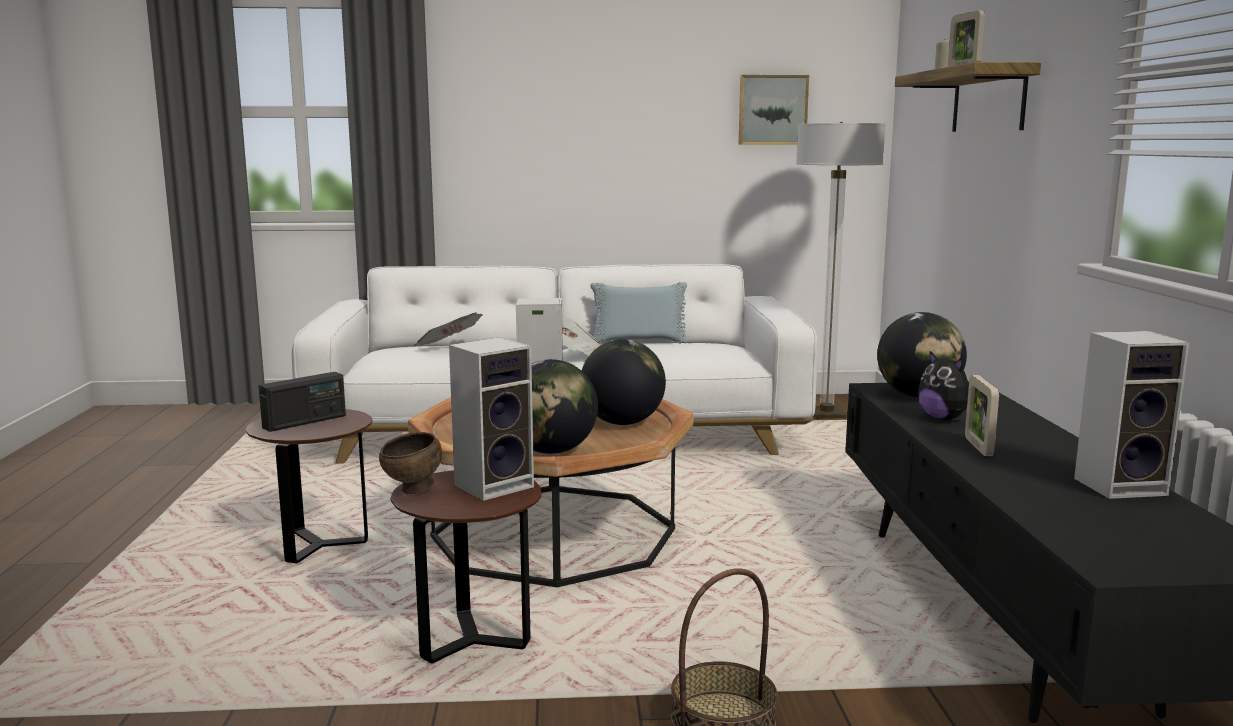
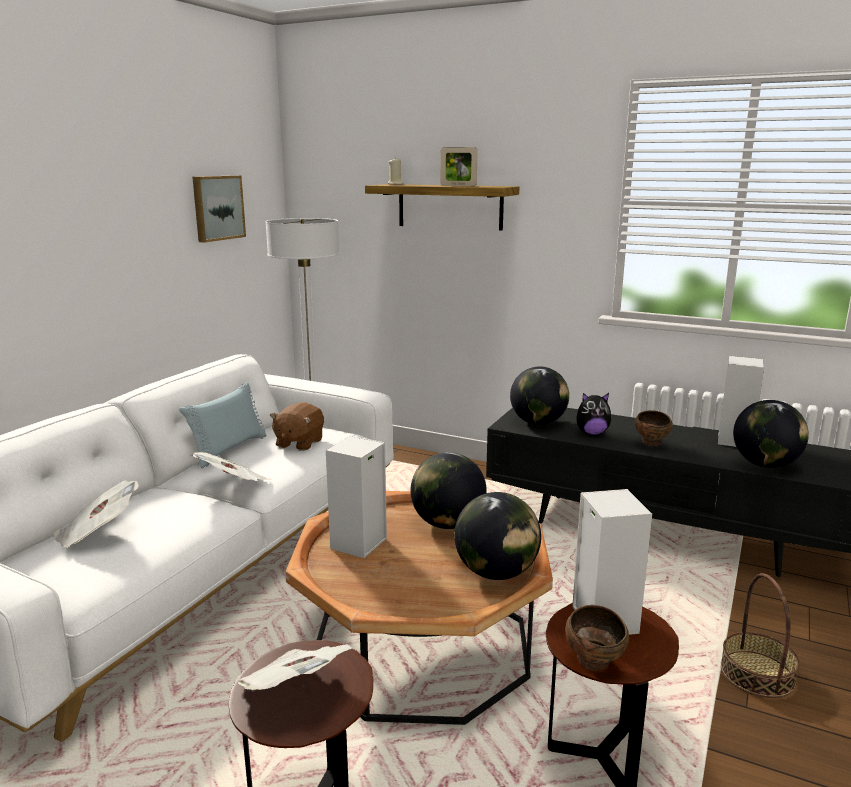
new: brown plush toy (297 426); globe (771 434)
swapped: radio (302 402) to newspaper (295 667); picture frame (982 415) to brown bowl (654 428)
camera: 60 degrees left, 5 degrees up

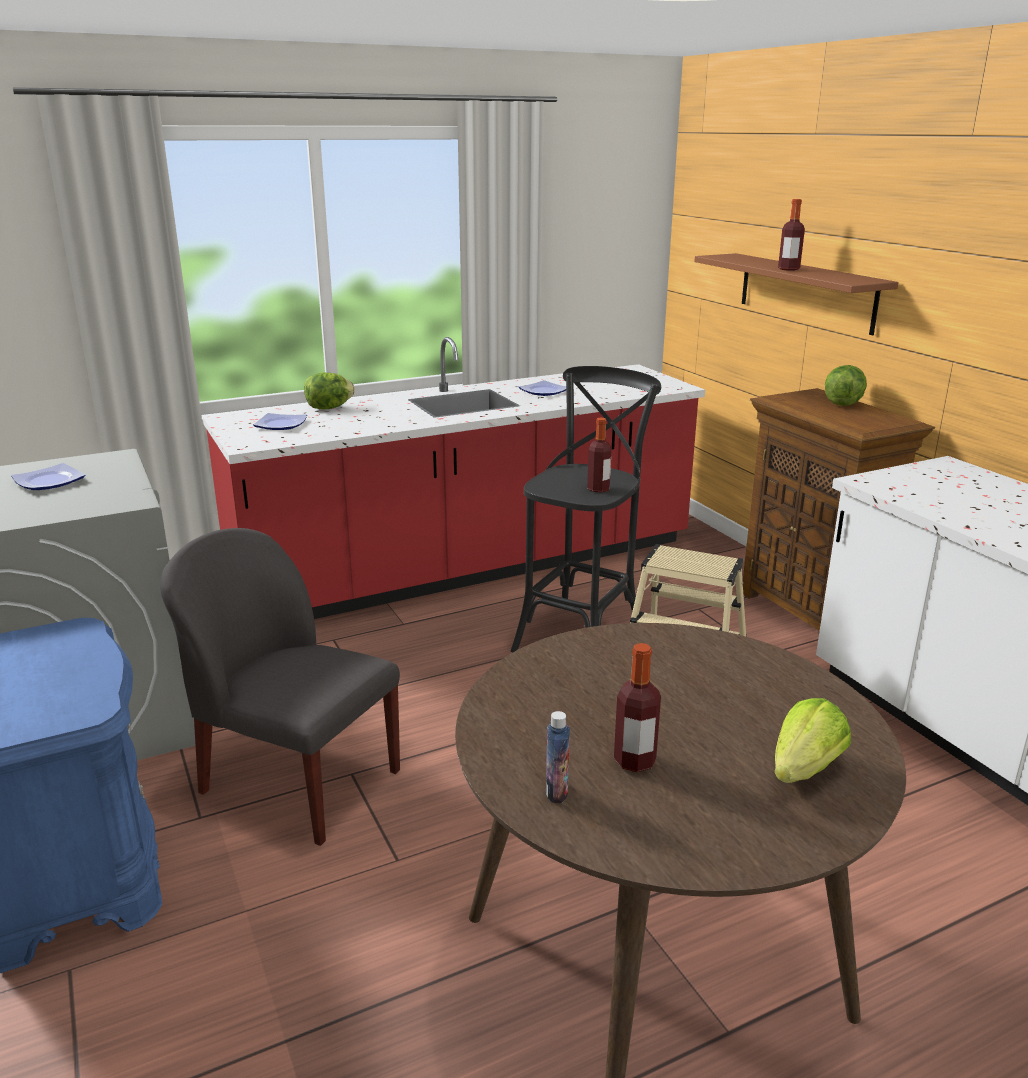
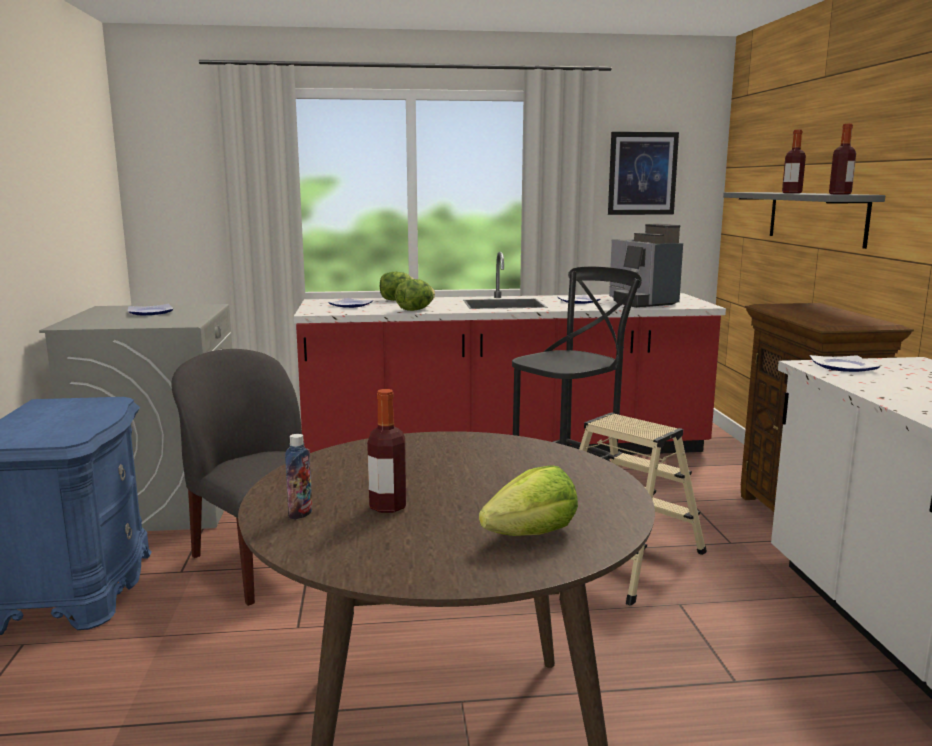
new: picture (643 173); coffee machine (646 265); plate (845 363)
shifted: bottle (599 455) to (842 159); lettuce (846 385) to (415 295)
repainted: brown shelf (796 294) to grey shelf (804 220)
camera: 20 degrees right, 10 degrees down

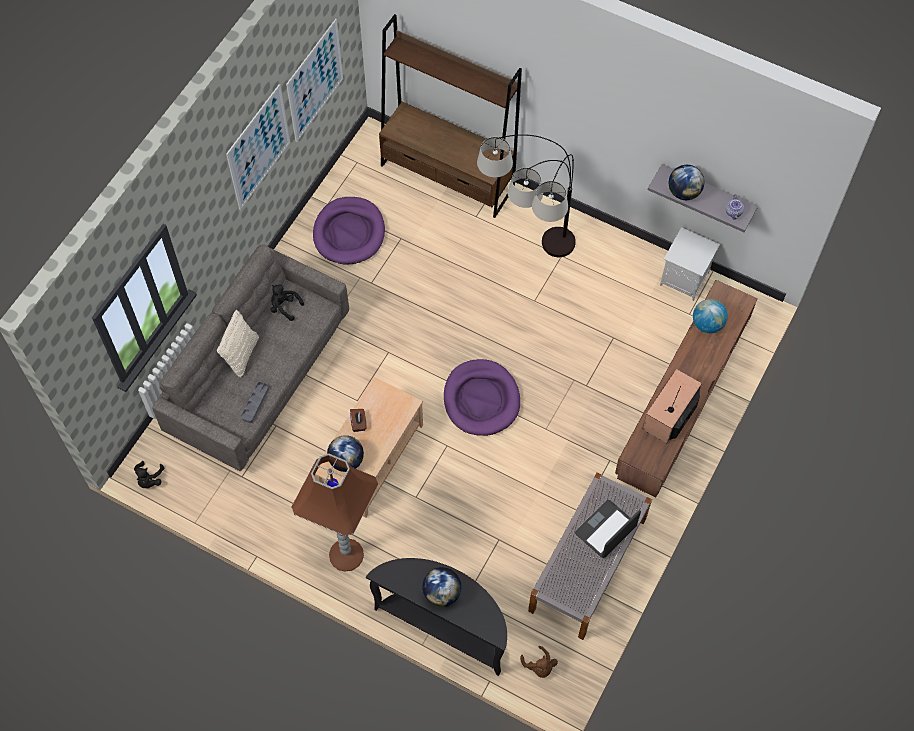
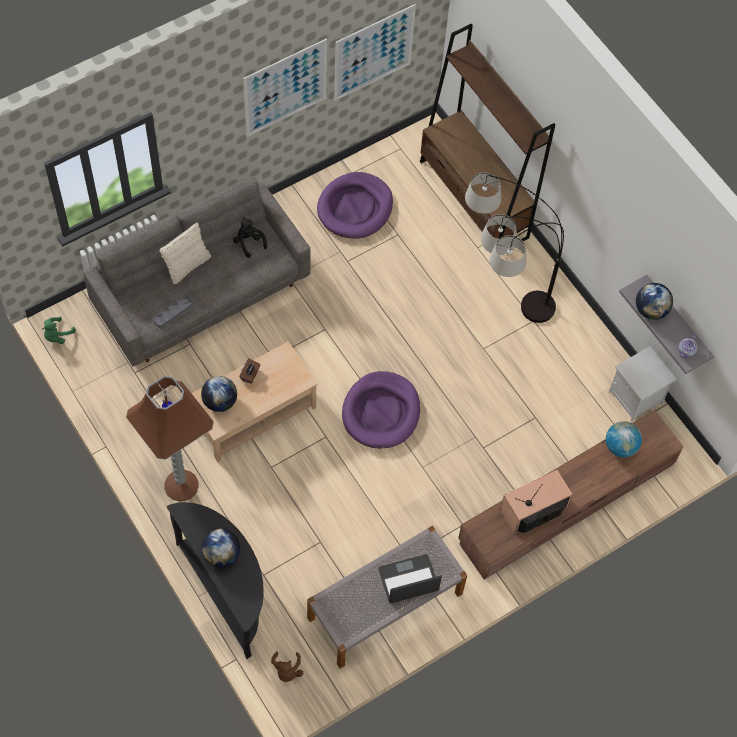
repainted: black plush toy (149 474) to green plush toy (59 330)
camera: 25 degrees right, 0 degrees up

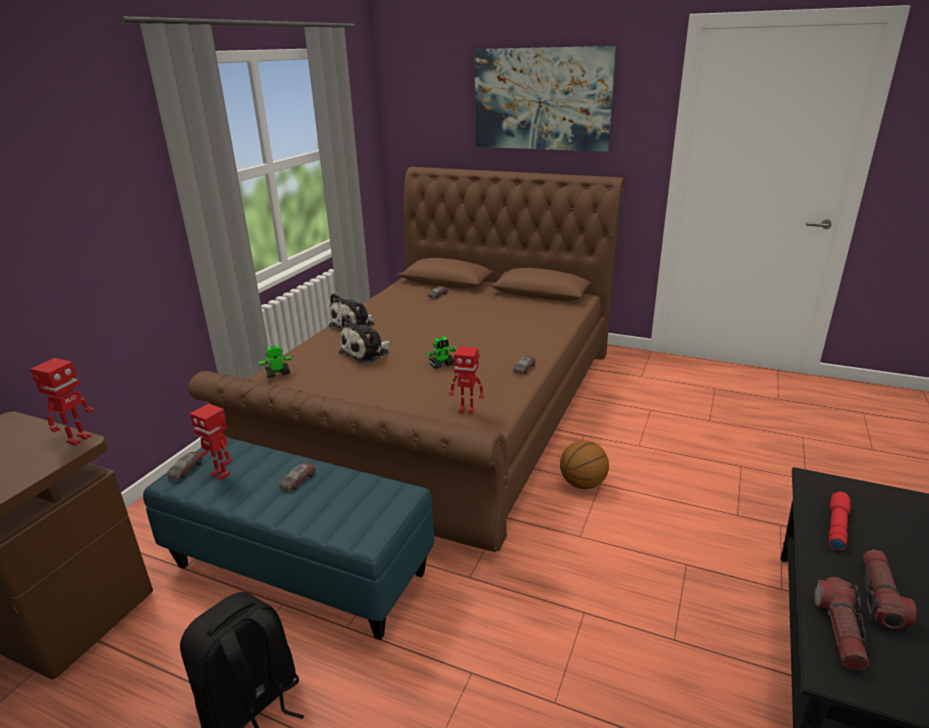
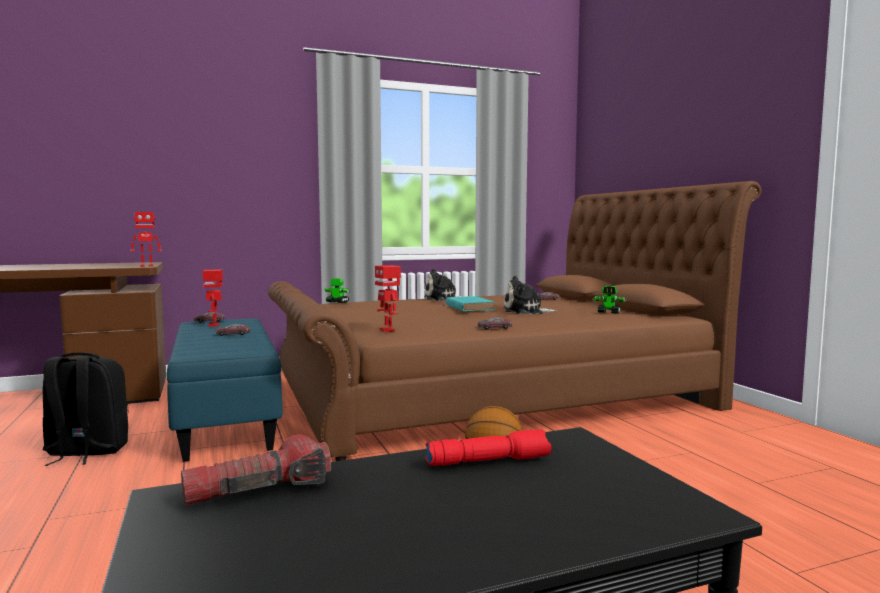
gone: picture (545 99); flashlight (889 589)
new: turquoise book (470 303)
shifted: plush toy (365 340) to (530 295); toy robot (441 353) to (610 300)
camera: 45 degrees right, 20 degrees down

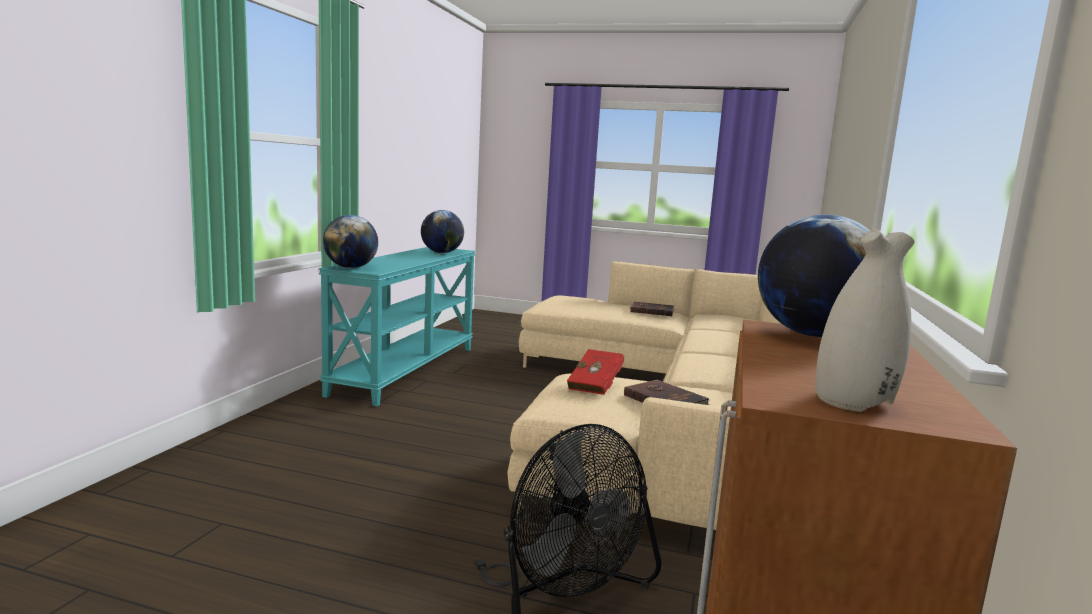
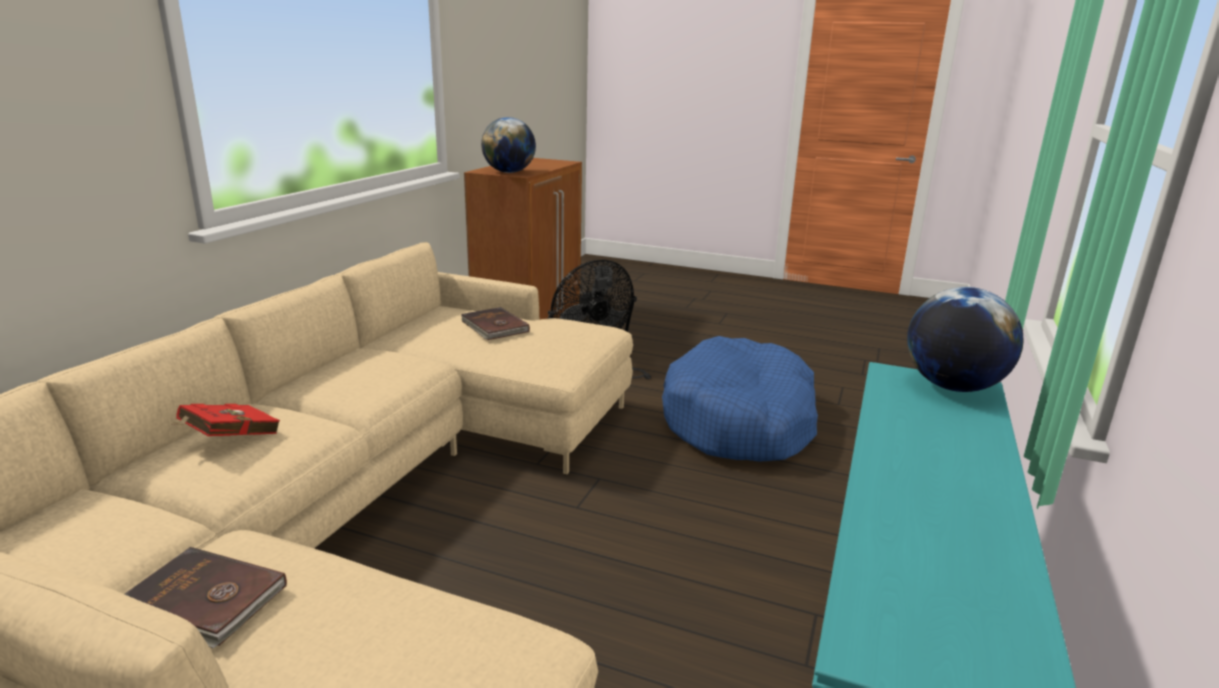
gone: globe (442 231); white vase (865 320)
new: blue dog bed (740 399)
shifted: red book (595 372) to (226 420)
camera: 175 degrees left, 10 degrees up

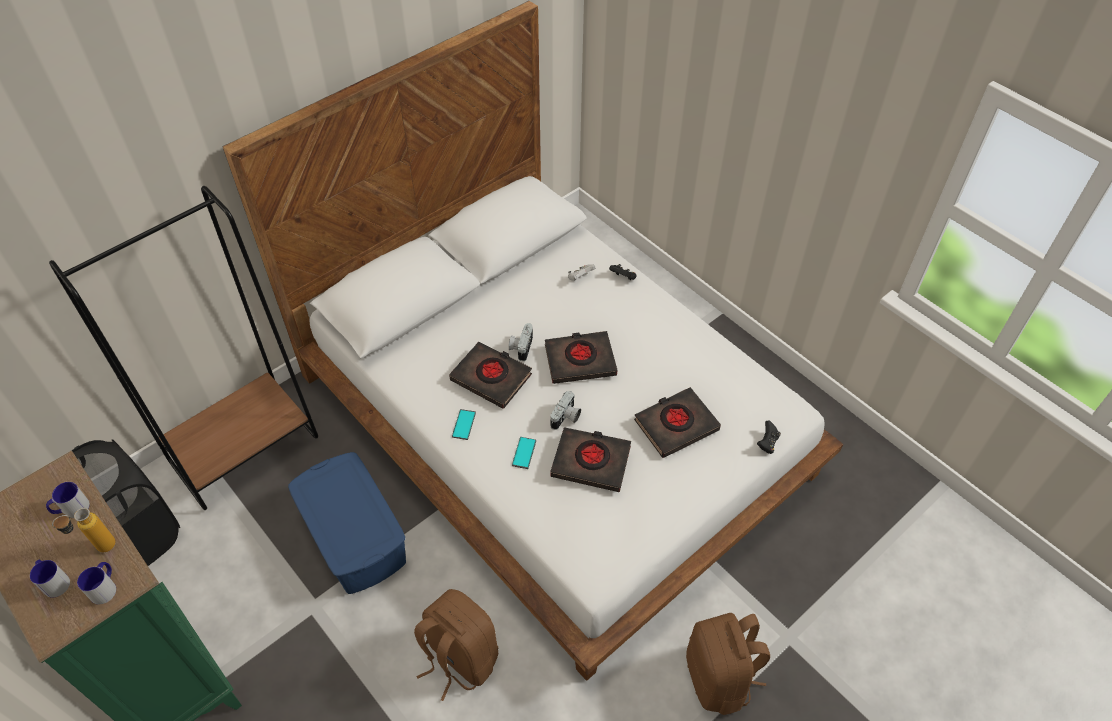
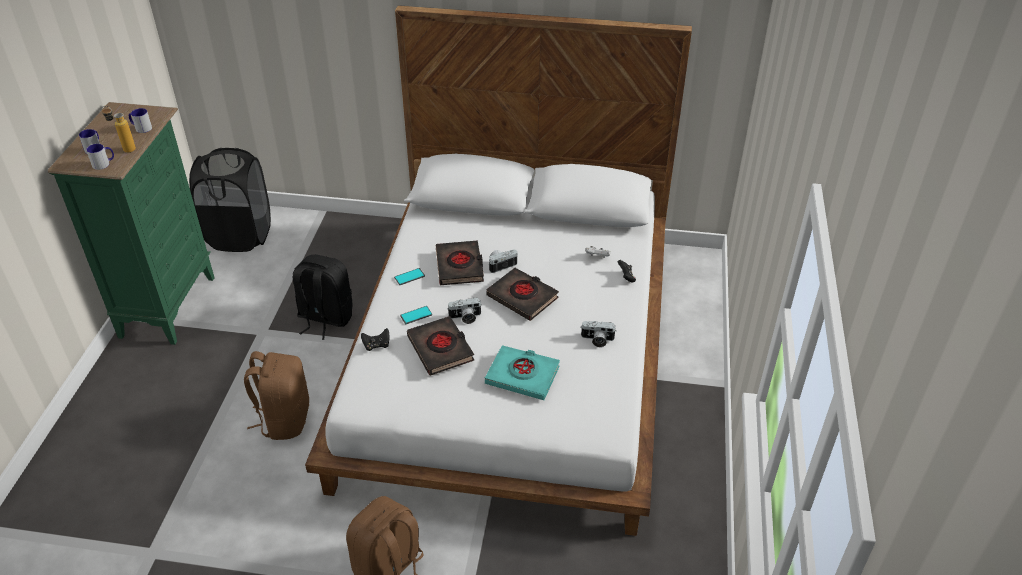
gone: clothes rack (183 348)
new: photo camera (598 334)
shifted: black game controller (769 437) to (375 339)
swapped: blue storage box (347 523) to black backpack (322 297)
repainted: black book (677 422) to turquoise book (522 372)
camera: 50 degrees right, 10 degrees down

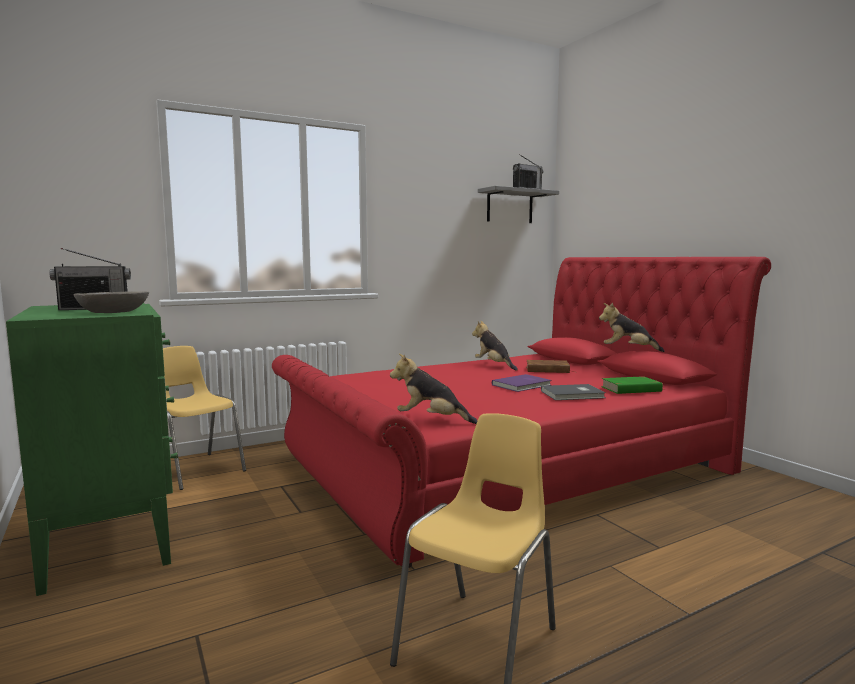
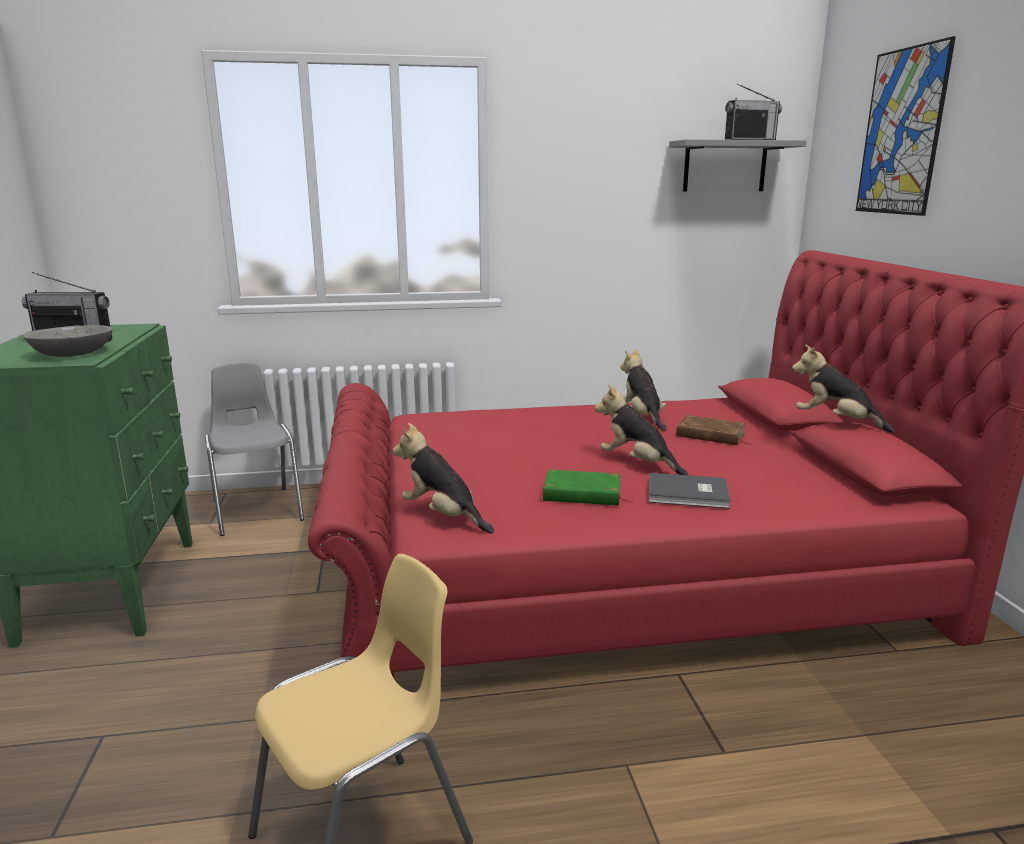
new: picture (906 126)
shifted: green book (633 385) to (588 488)
swapped: purple book (522 383) to plush toy (641 429)
repainted: yellow chair (204 418) to grey chair (254 449)
camera: 20 degrees right, 10 degrees up

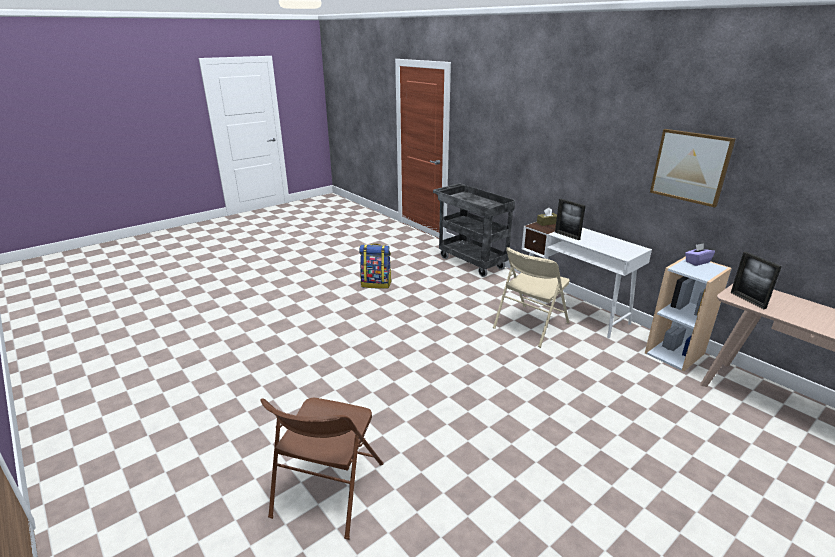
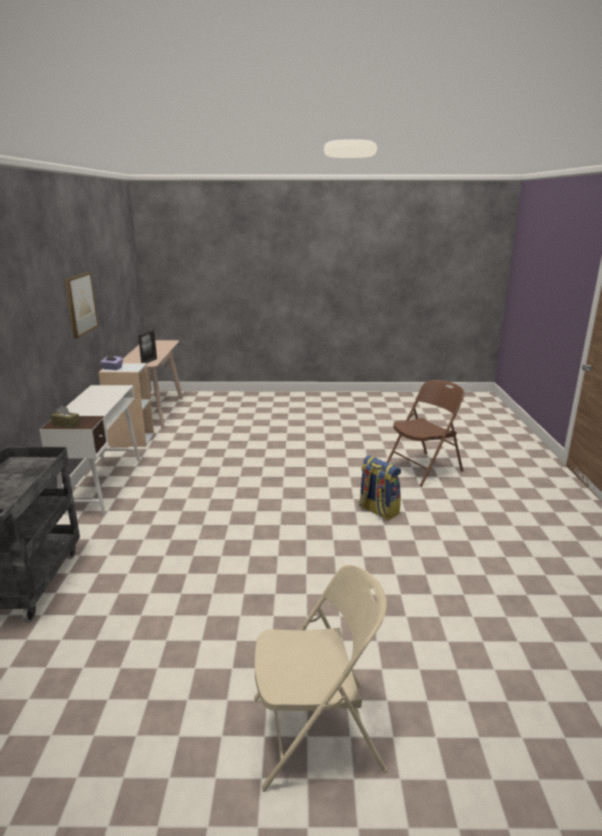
gone: picture frame (570 219)
shifted: backpack (375 266) to (380 487); beige chair (531 297) to (320 678)
camera: 140 degrees left, 5 degrees down

